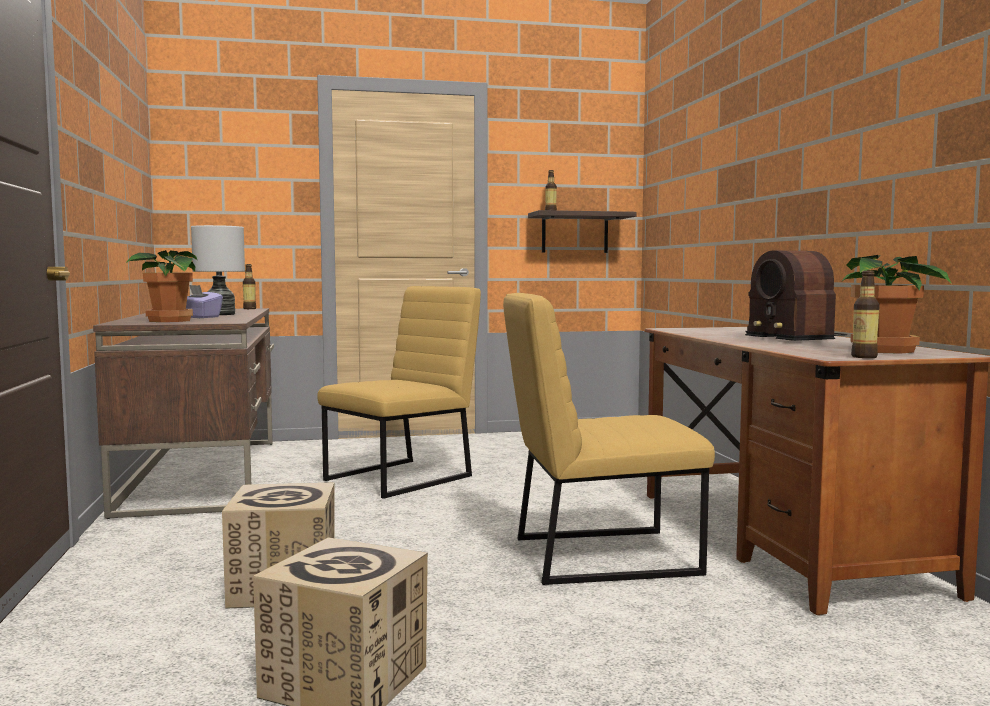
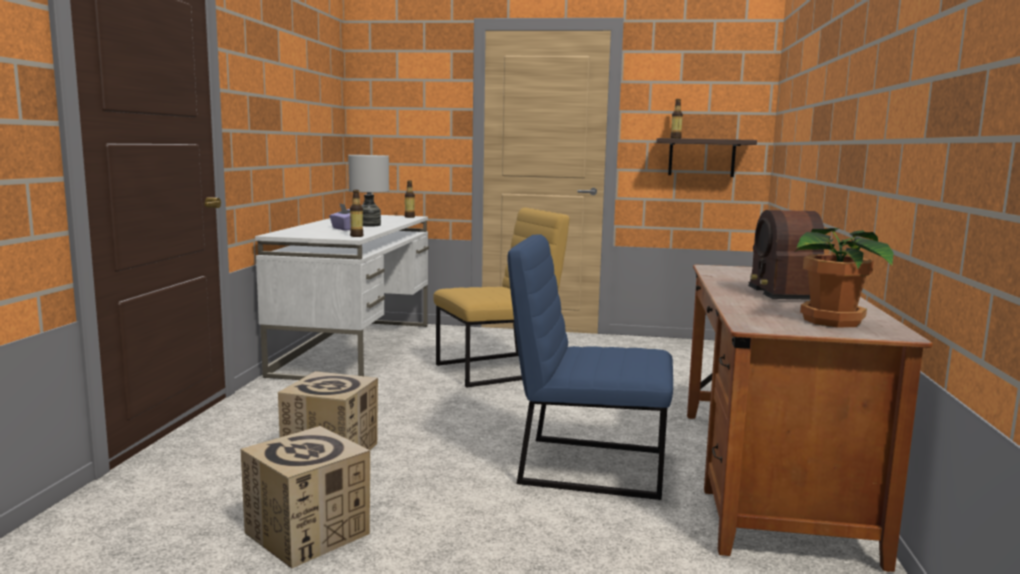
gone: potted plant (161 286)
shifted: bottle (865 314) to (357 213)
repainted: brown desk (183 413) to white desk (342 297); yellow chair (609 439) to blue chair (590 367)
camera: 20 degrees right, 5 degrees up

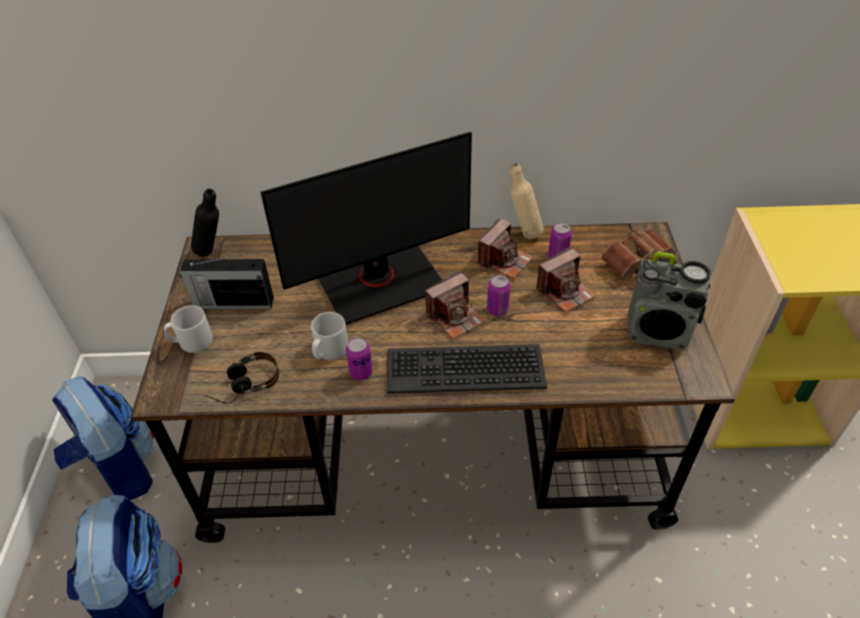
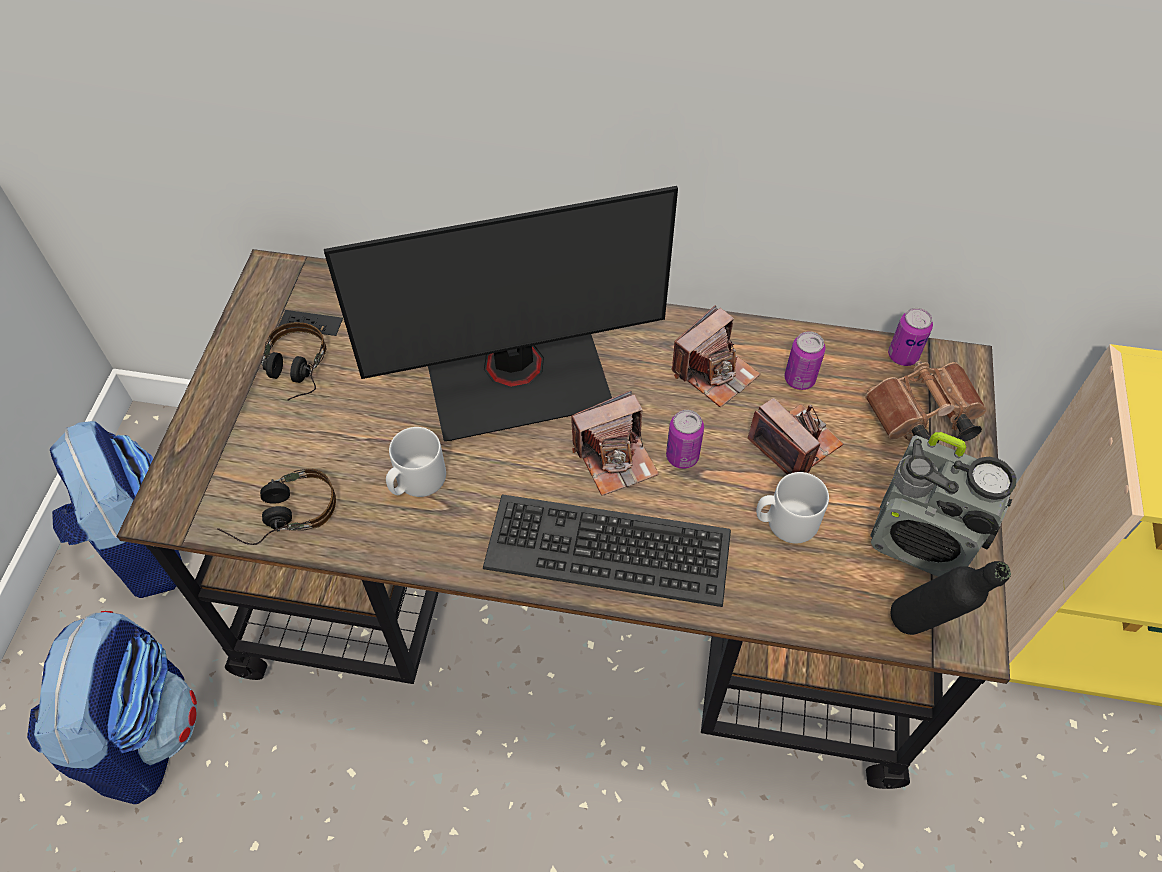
gone: beige bottle (526 201)
shifted: grey mug (188 329) to (792 507); black bottle (205 222) to (951 598); can (359 359) to (910 337)
swapped: radio (226 281) to headphones (293 361)
rotated: photo camera (566 280) = (795 436) 105 degrees counterclockwise
camera: 10 degrees right, 10 degrees up

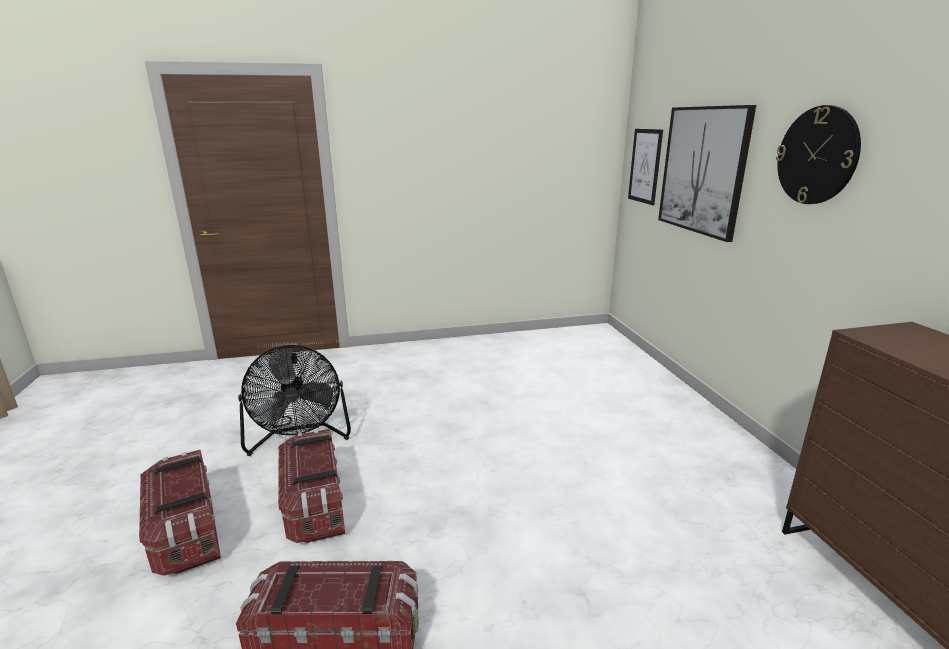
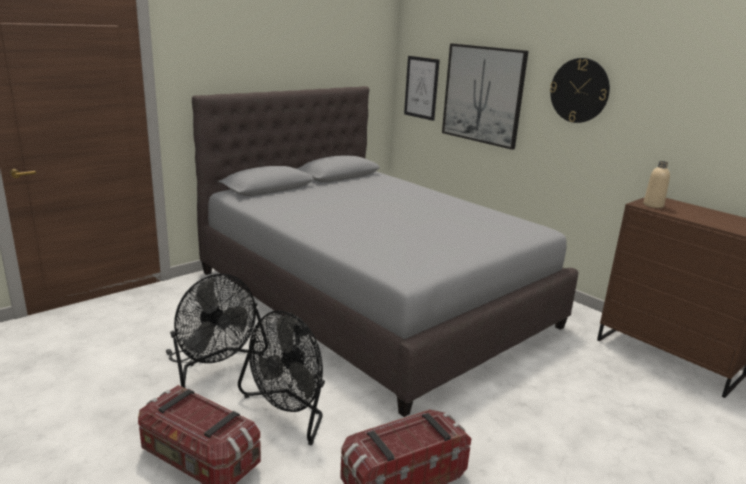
new: grey bed (385 251); beige bottle (656 184)
swapped: storage box (311 486) to black fan (281 377)
camera: 30 degrees left, 0 degrees up

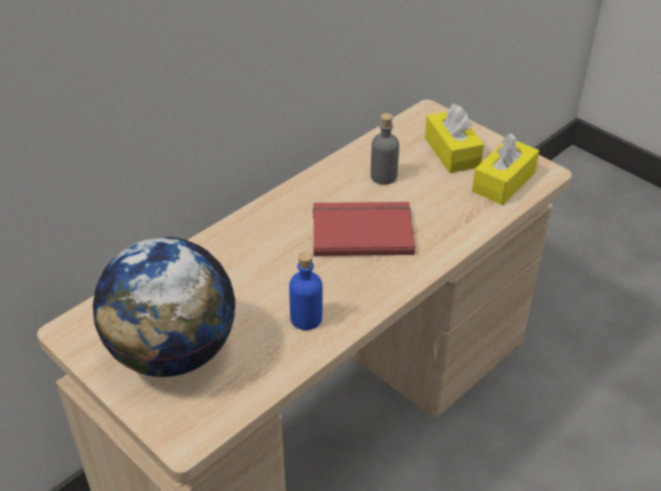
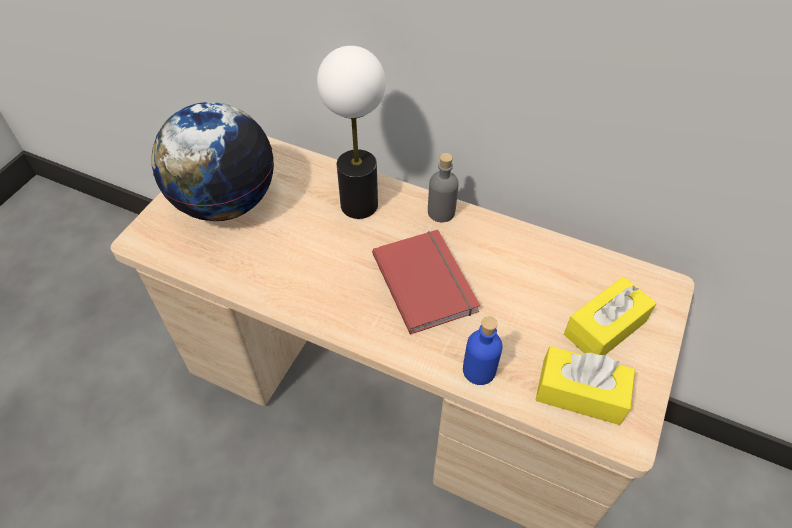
new: table lamp (351 132)
shifted: blue bottle (305 290) to (483 350); grey bottle (385 149) to (443 187)
camera: 70 degrees right, 10 degrees up

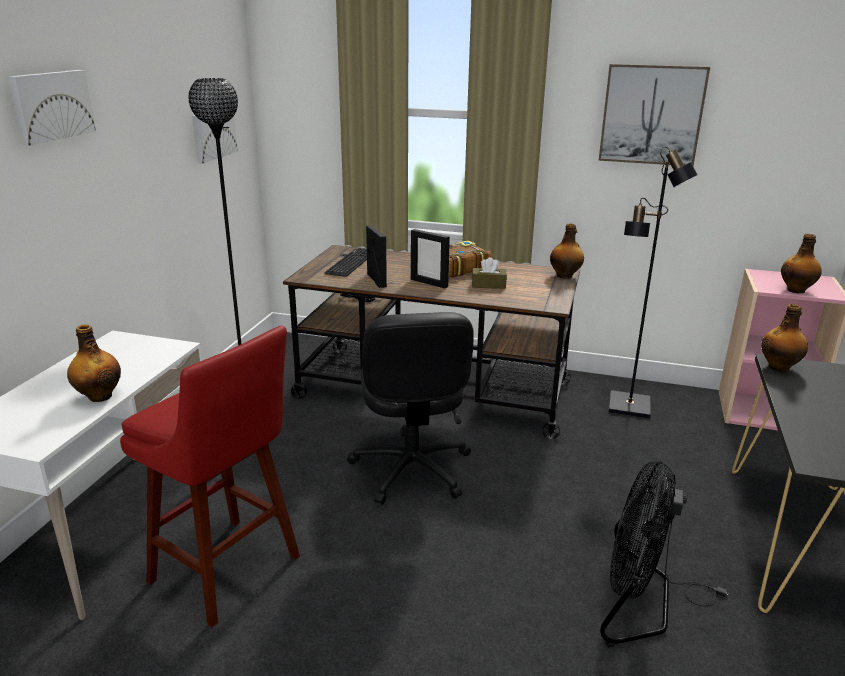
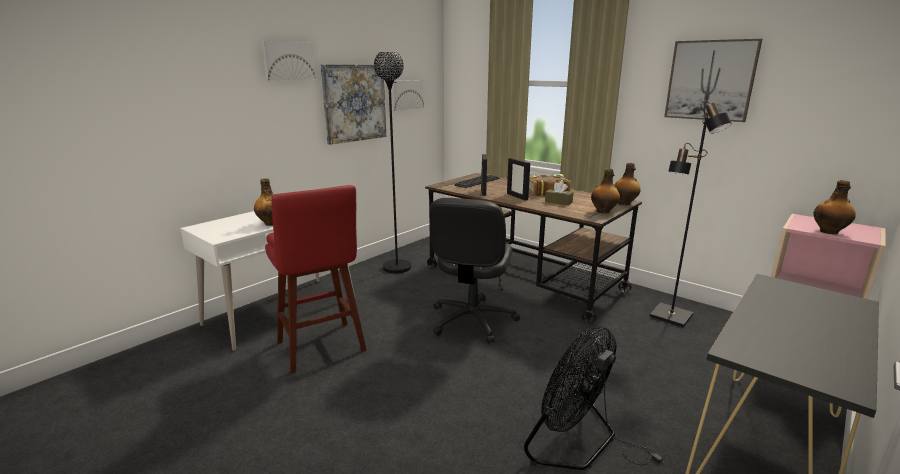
new: picture (353 104)
shifted: bottle (784 338) to (605 191)
camera: 25 degrees right, 5 degrees down

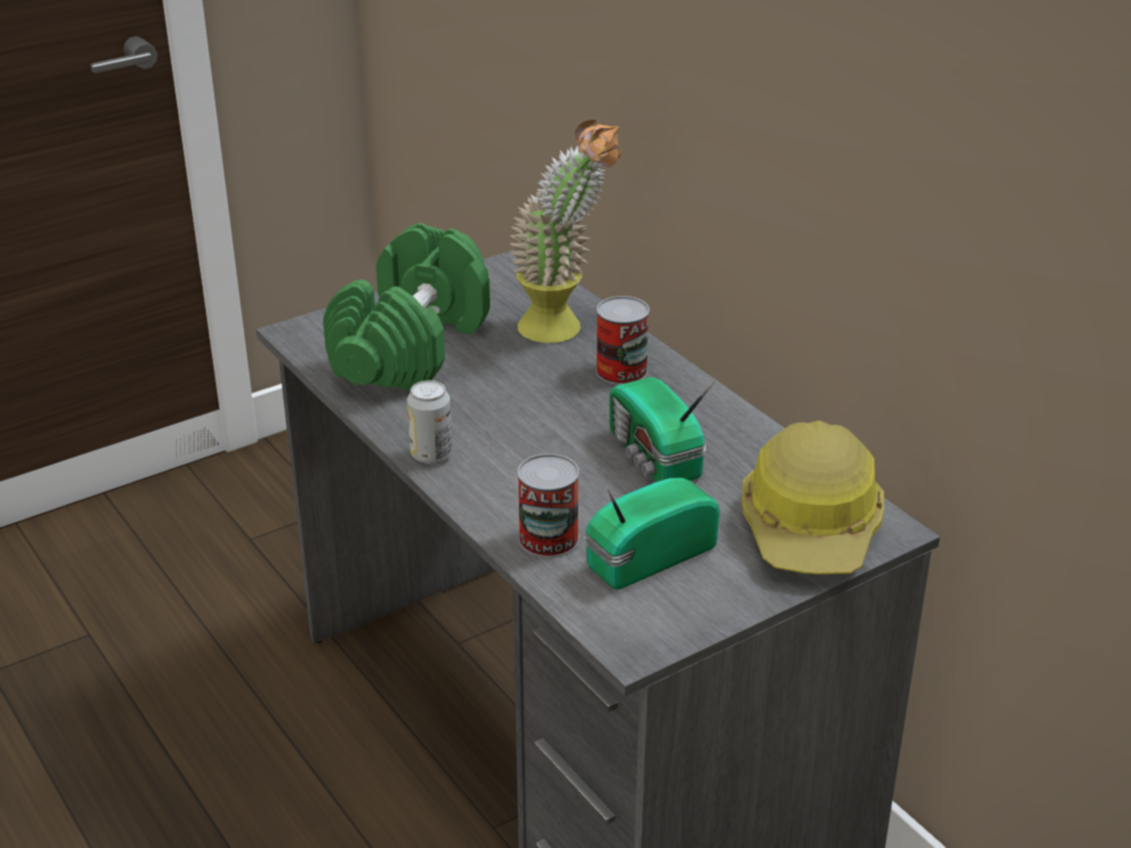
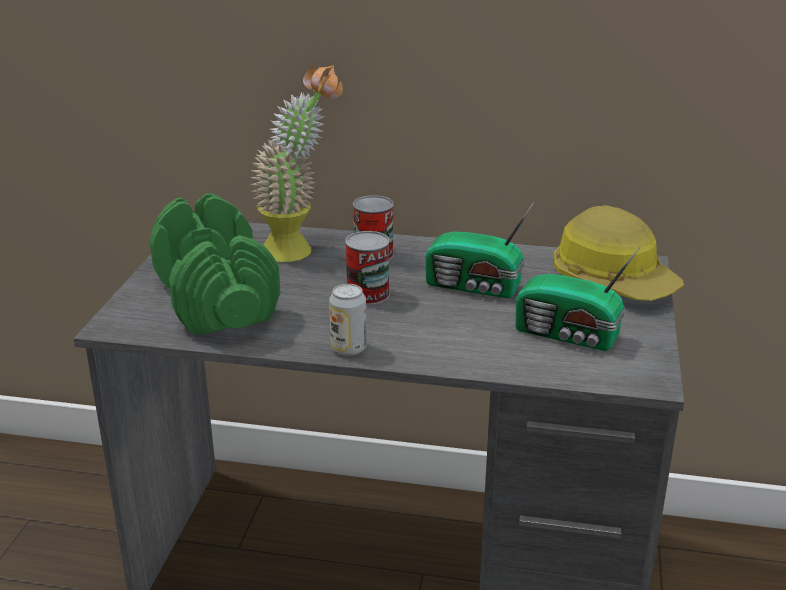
shifted: can (548 506) to (367 268)
rotated: radio (652 533) = (577 299) 75 degrees counterclockwise
camera: 45 degrees left, 5 degrees down

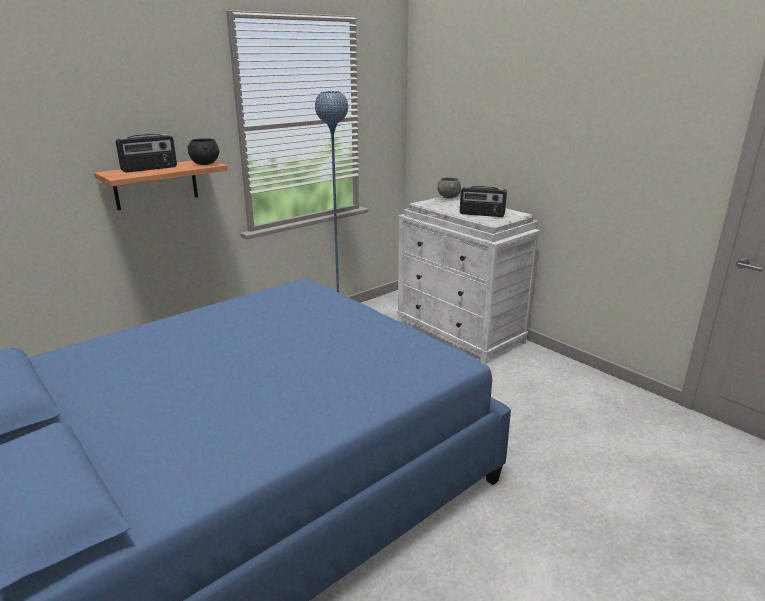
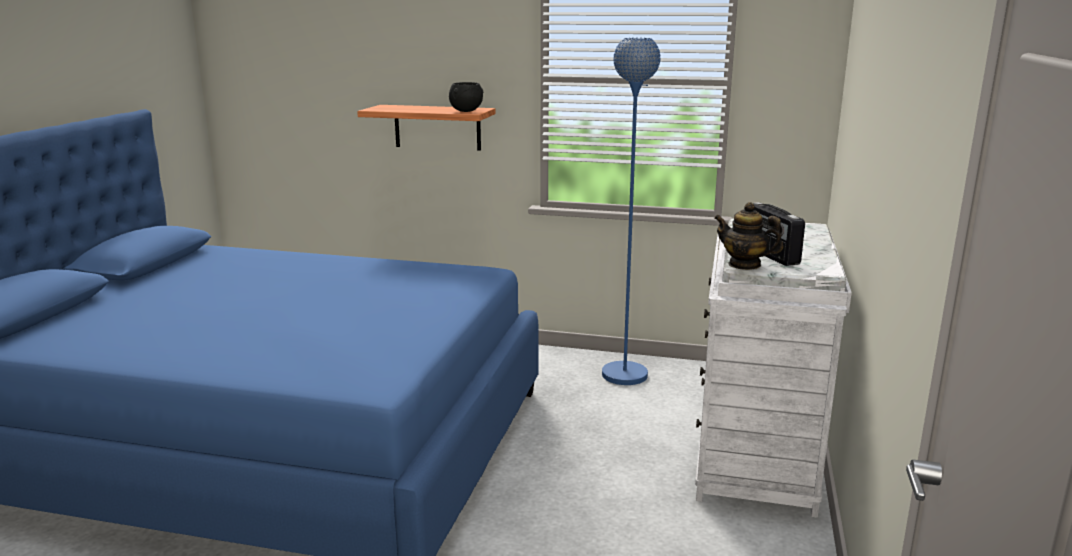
gone: radio (146 153); grey bowl (449 188)
new: teapot (748 236)
camera: 55 degrees right, 5 degrees down

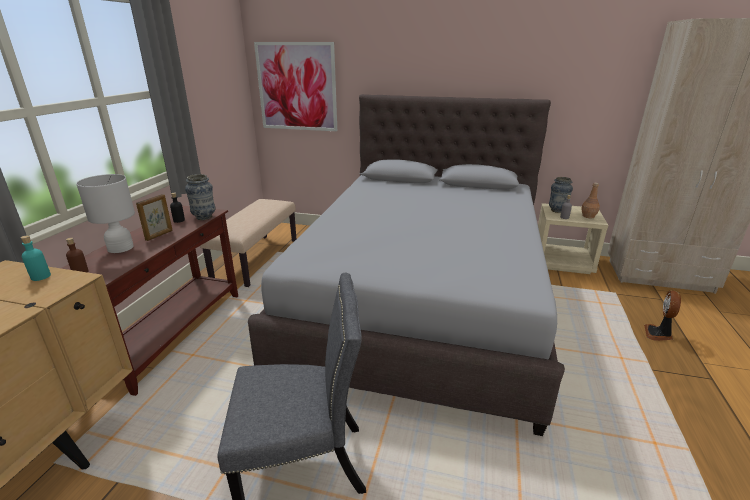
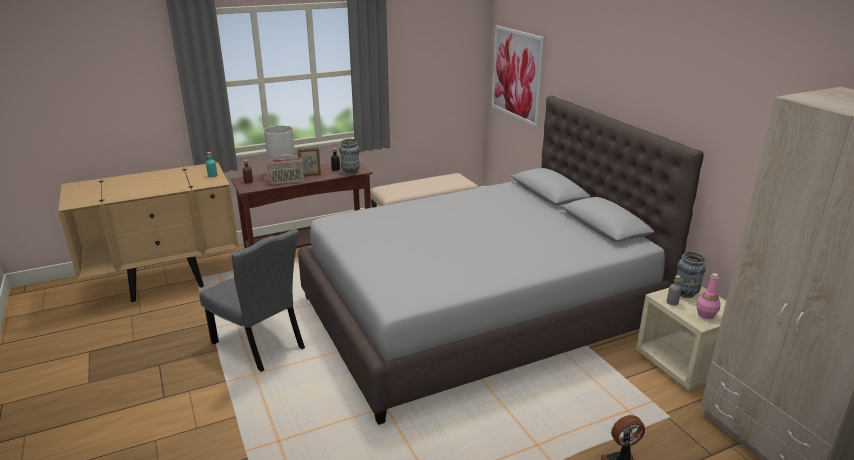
new: radio (285 170)
repainted: brown bottle (590 200) to pink bottle (708 296)
camera: 50 degrees right, 0 degrees up

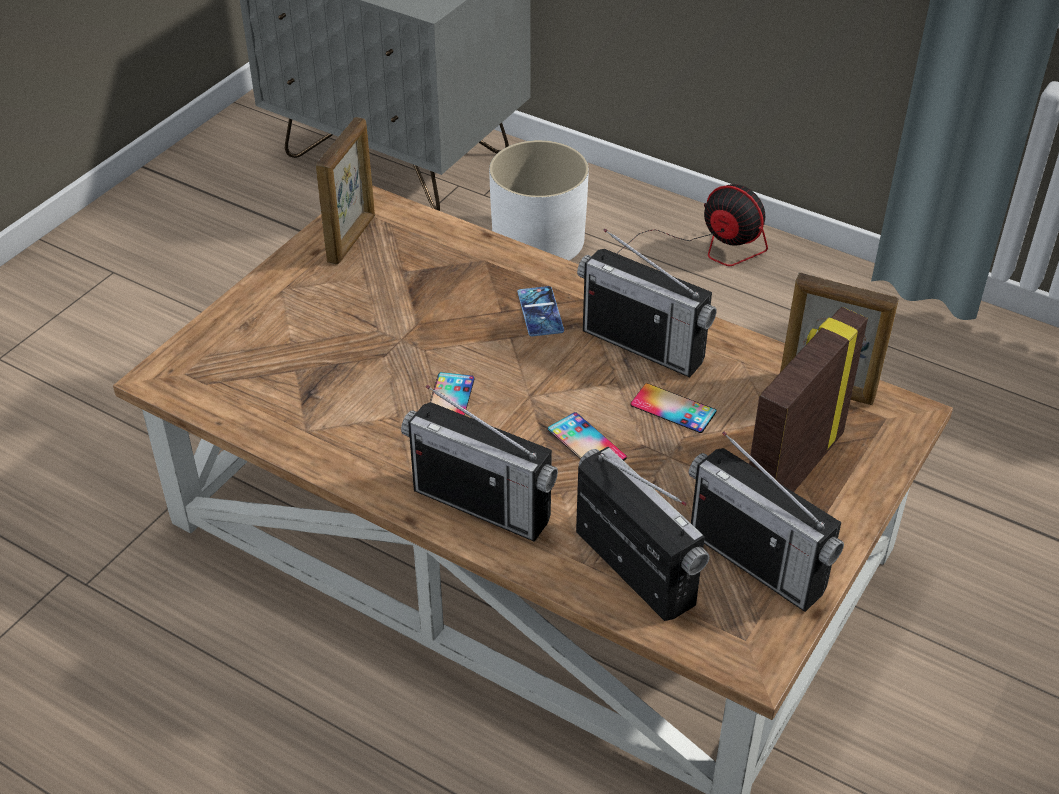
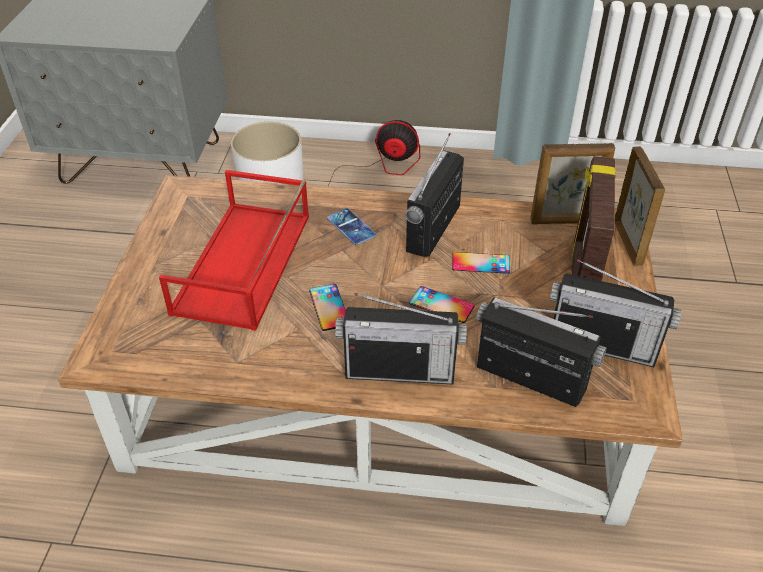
new: red tray (234 250)
shifted: picture frame (345 191) to (639 206)
rotated: radio (647 303) = (434 195) 105 degrees clockwise
camera: 25 degrees left, 0 degrees up

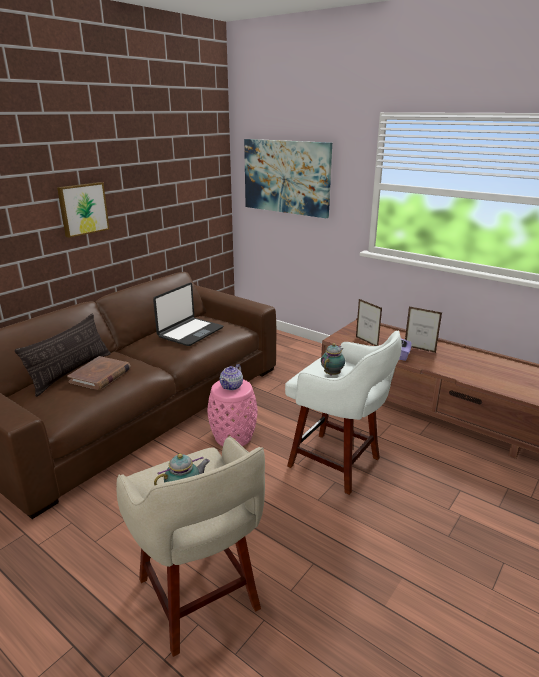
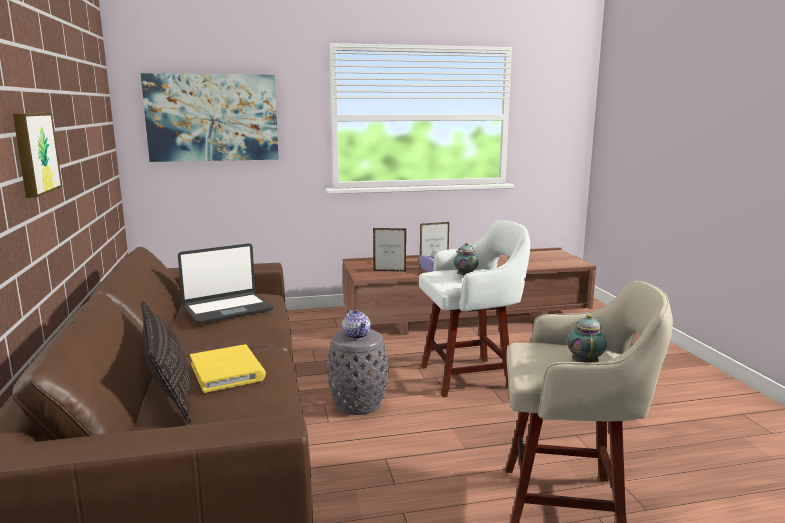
repainted: brown book (98 373) to yellow book (228 368); pink stool (233 412) to grey stool (358 372)
rotated: laptop (188 314) = (225 283) 75 degrees clockwise
camera: 50 degrees left, 10 degrees down

